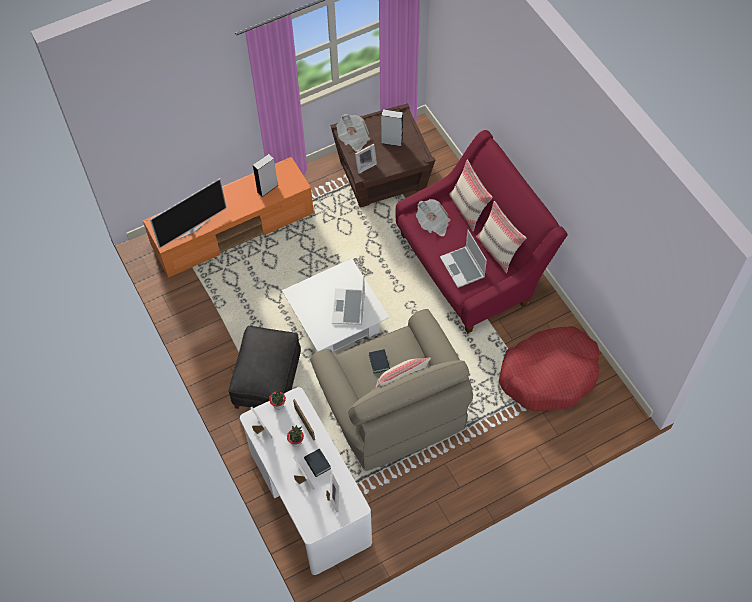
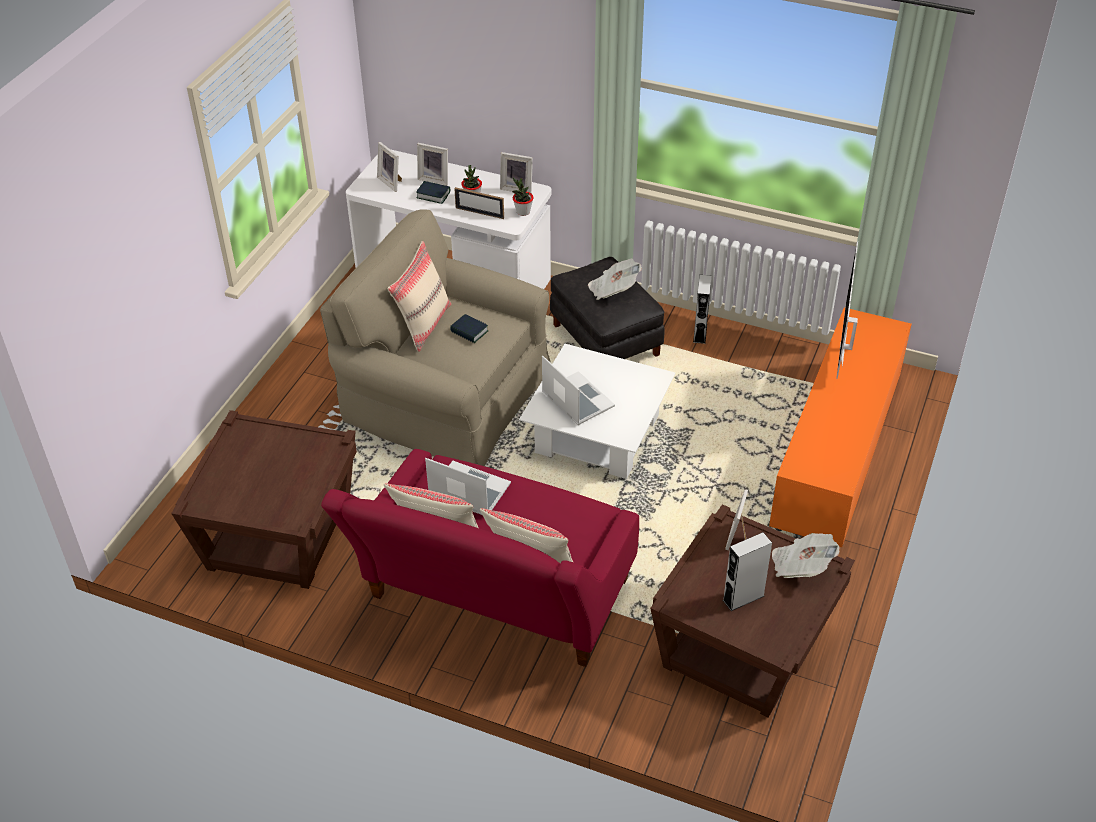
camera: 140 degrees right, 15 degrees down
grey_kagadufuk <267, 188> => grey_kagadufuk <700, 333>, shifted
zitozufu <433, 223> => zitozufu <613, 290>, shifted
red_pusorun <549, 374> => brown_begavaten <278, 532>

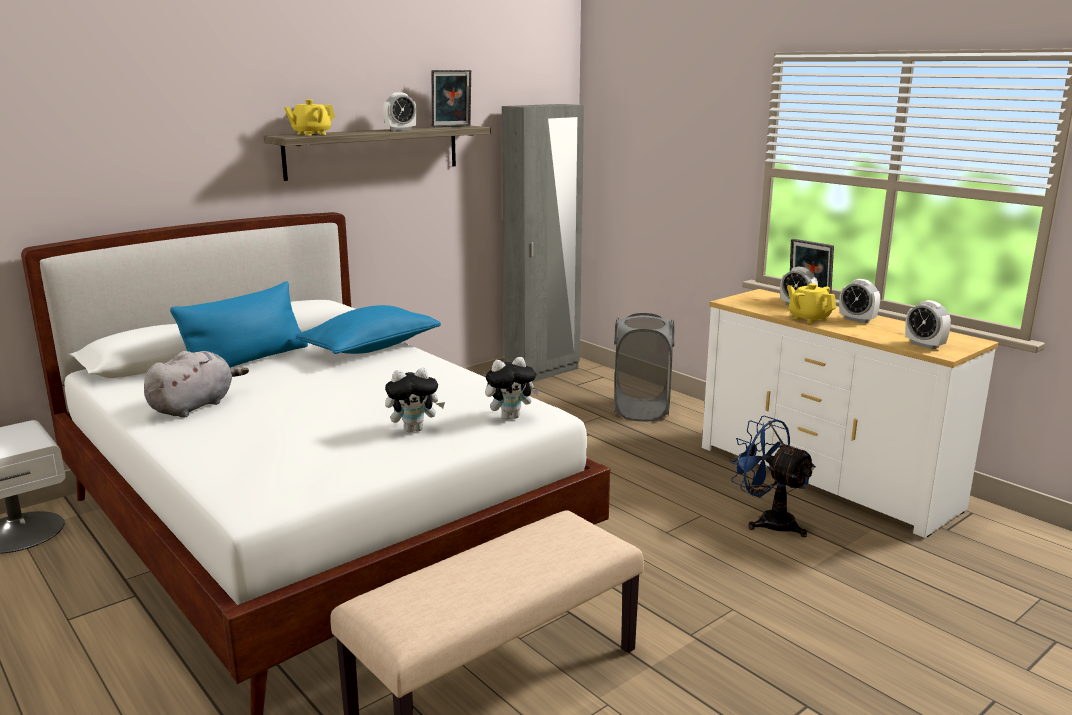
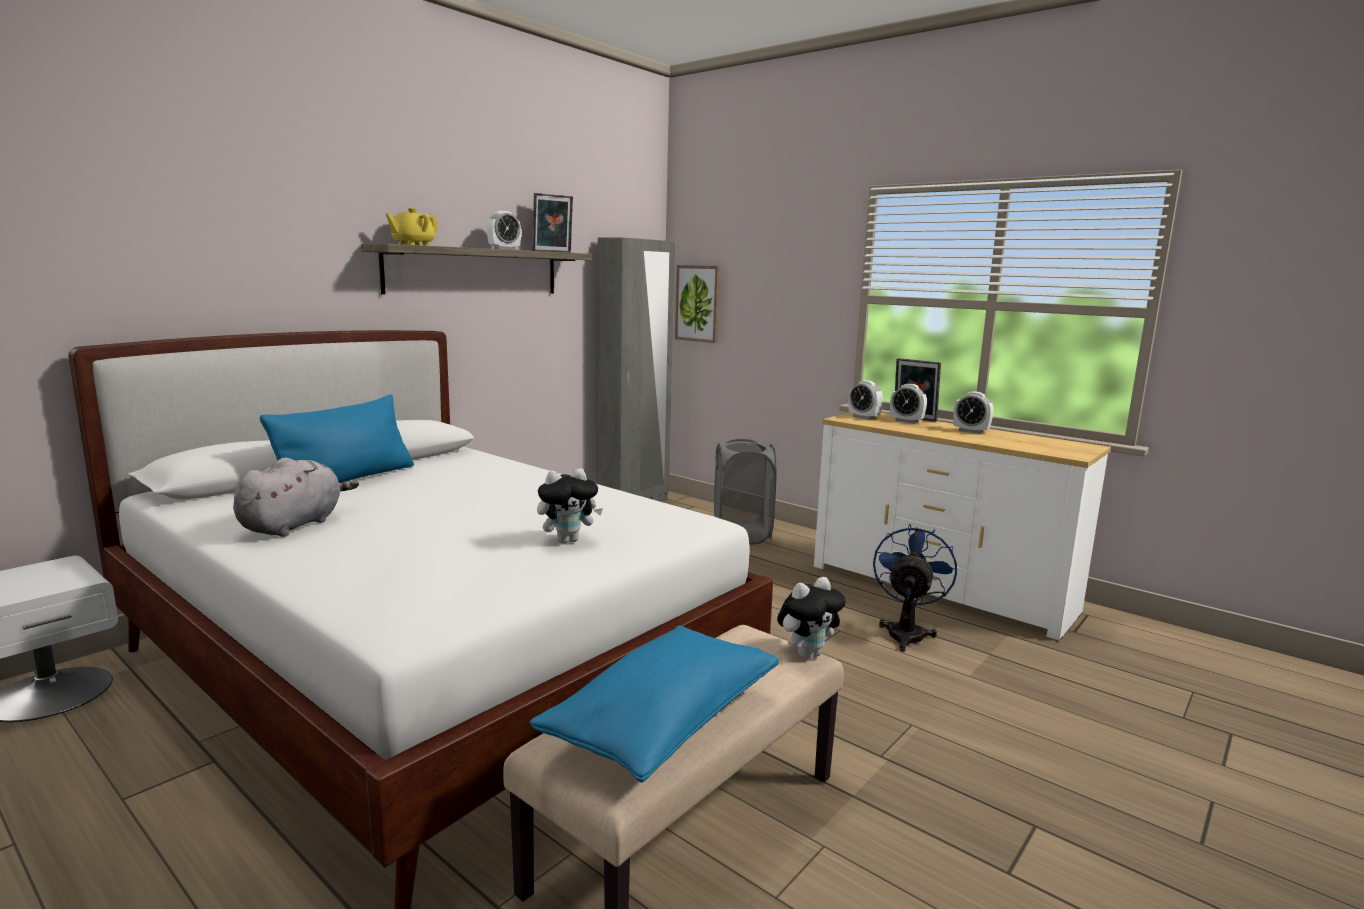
camera: 10 degrees left, 5 degrees down
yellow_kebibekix <809, 318> => nothing
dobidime <924, 345> => dobidime <863, 417>, shifted
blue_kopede <371, 348> => blue_kopede <663, 723>, shifted
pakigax <510, 417> => pakigax <807, 654>, shifted
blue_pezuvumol <768, 521> => blue_pezuvumol <906, 632>, 75 degrees clockwise
nothing => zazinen <698, 303>

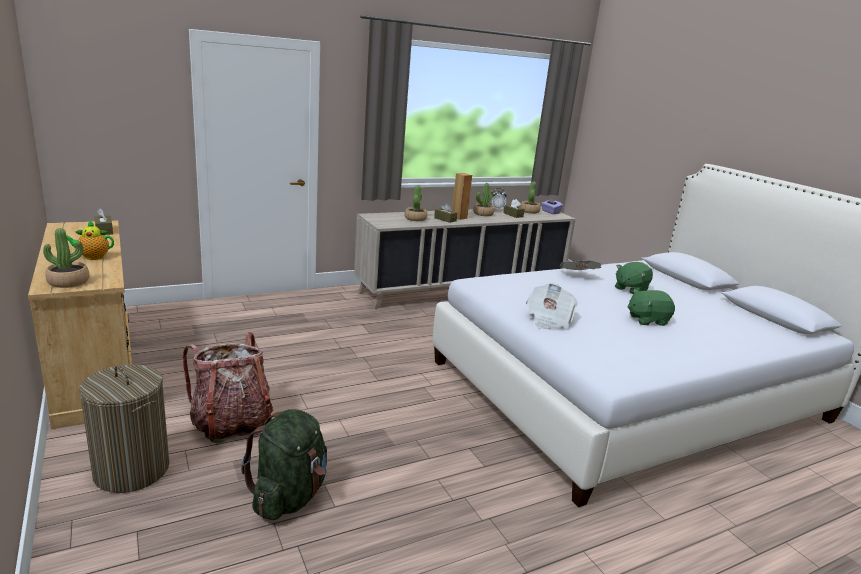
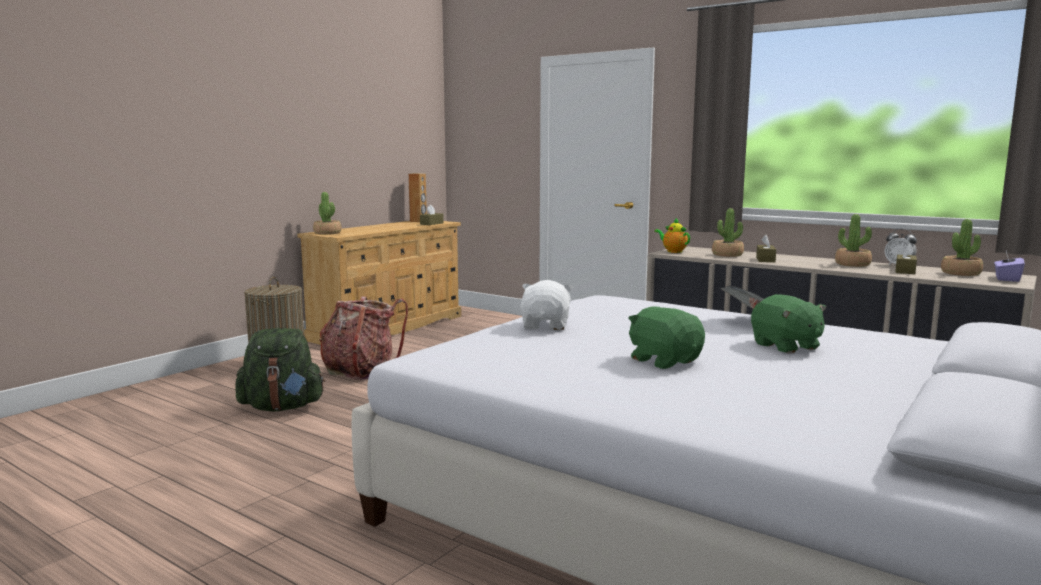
camera: 65 degrees right, 10 degrees down
brown_kagadufuk <459, 217> => brown_kagadufuk <418, 221>, shifted
kebibekix <92, 257> => kebibekix <673, 251>, shifted
green_pakigax <630, 289> => green_pakigax <785, 346>, 135 degrees counterclockwise
zitozufu <548, 320> => white_pakigax <546, 325>

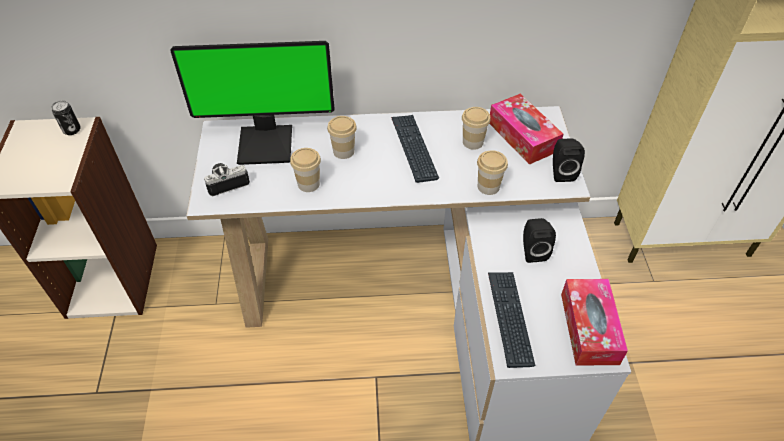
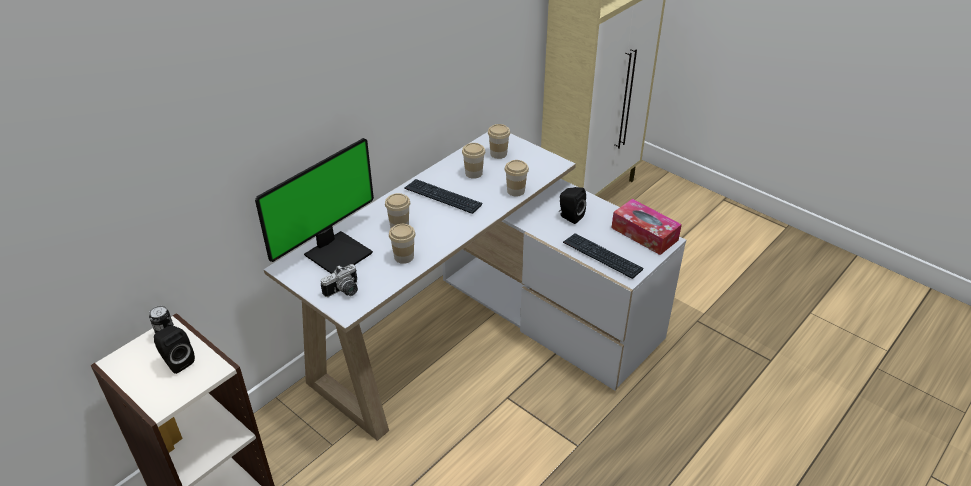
camera: 45 degrees left, 10 degrees down
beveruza <522, 136> => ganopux <498, 154>
black_kagadufuk <561, 172> => black_kagadufuk <177, 361>, shifted
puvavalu <227, 182> => puvavalu <344, 291>, 150 degrees counterclockwise

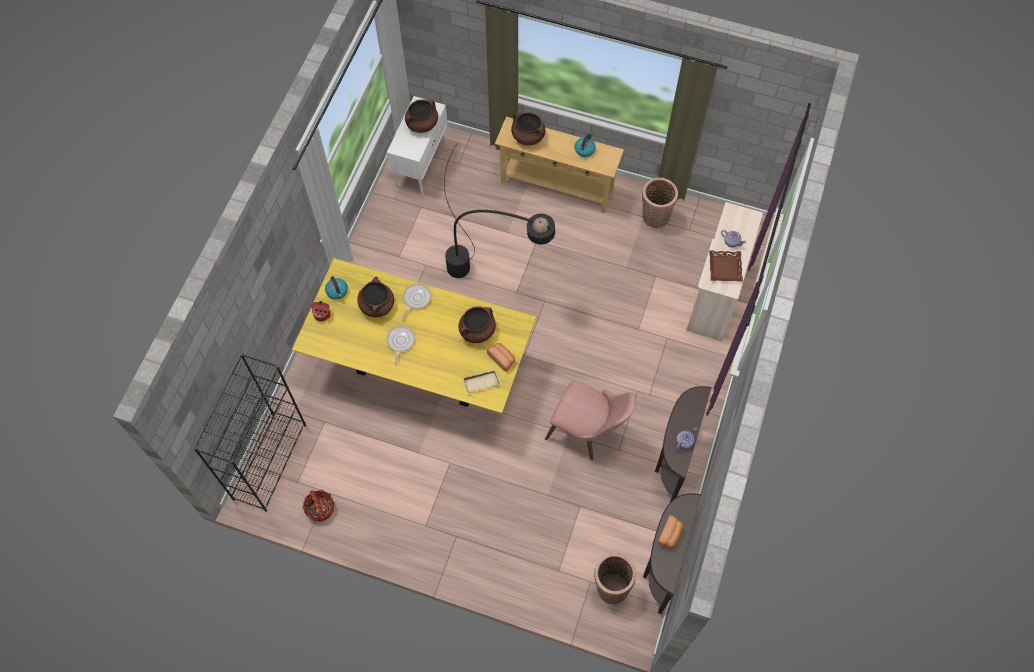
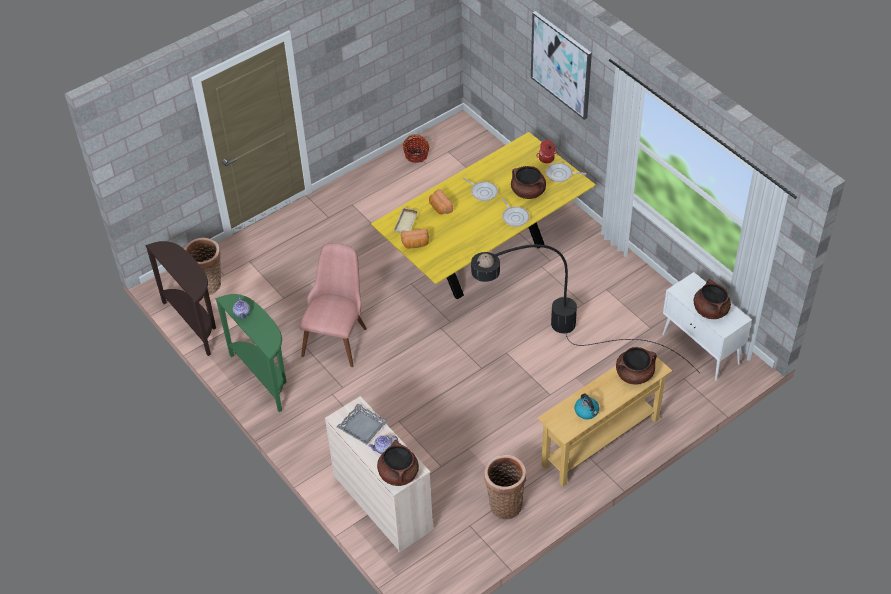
camera: 125 degrees right, 15 degrees down
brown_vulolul <724, 268> => grey_vulolul <362, 426>
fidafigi <337, 291> => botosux <560, 174>
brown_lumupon <477, 331> => brown_lumupon <398, 474>, shifted
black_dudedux <269, 461> => nothing
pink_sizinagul <588, 431> => pink_sizinagul <337, 335>, 135 degrees clockwise
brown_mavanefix <672, 459> => green_mavanefix <264, 377>
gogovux <670, 535> => gogovux <440, 208>, shifted
nothing => zazinen <561, 64>

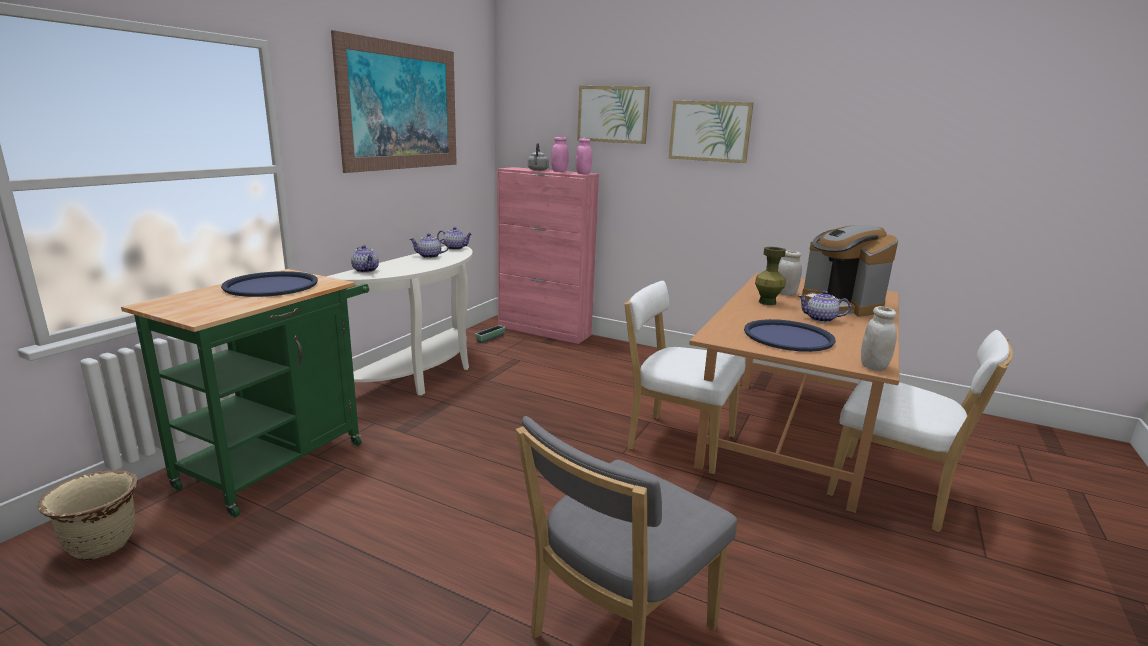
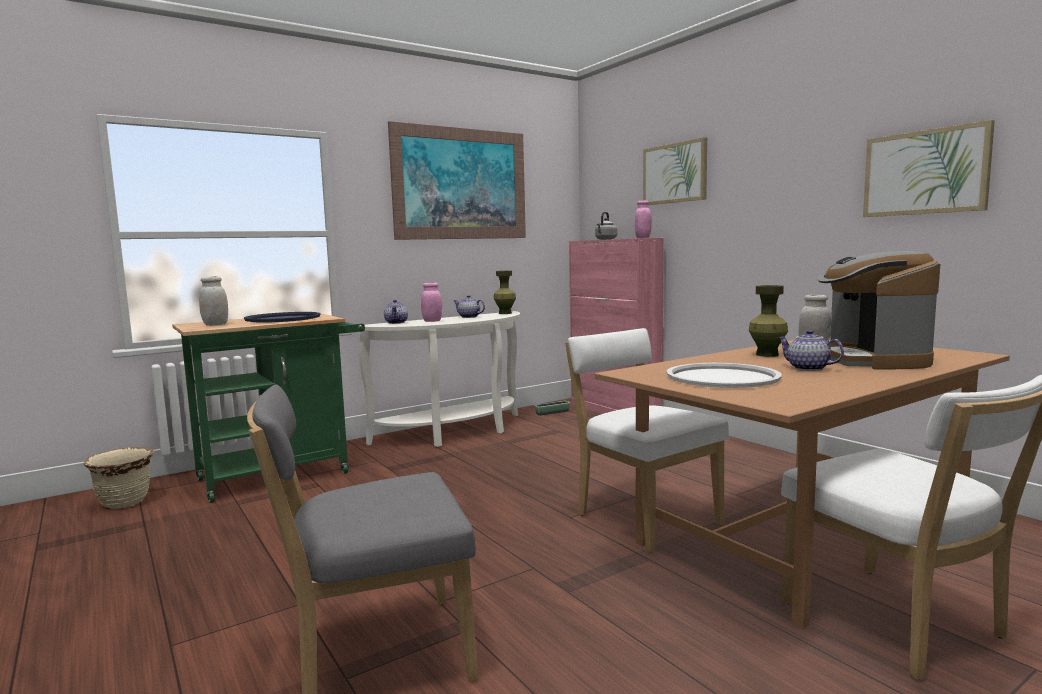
camera: 30 degrees right, 10 degrees down
zazinen <710, 131> => zazinen <925, 172>, shifted
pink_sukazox <559, 171> => pink_sukazox <432, 321>, shifted
kebibekix <455, 248> => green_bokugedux <505, 313>
white_sukazox <873, 367> => white_sukazox <215, 325>, shifted
blue_vulolul <788, 337> => white_vulolul <722, 377>

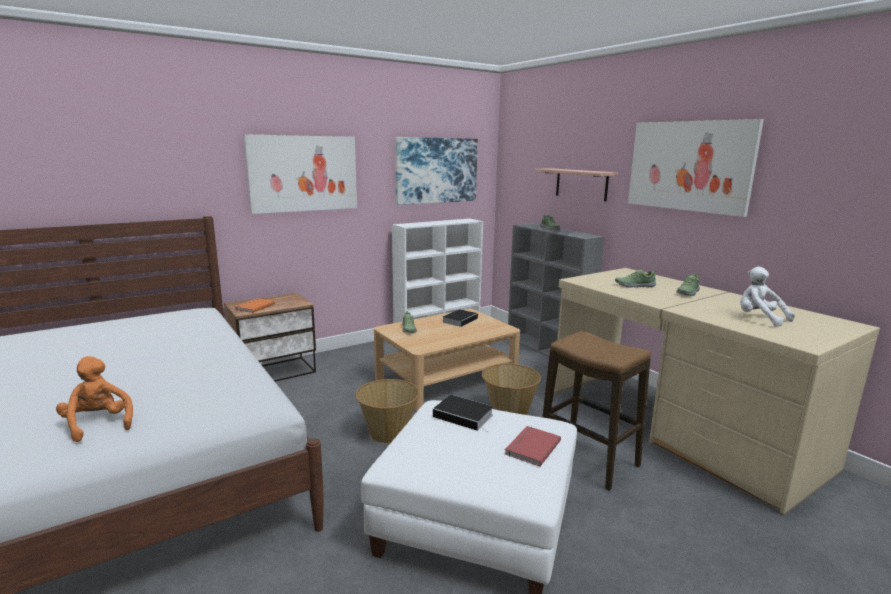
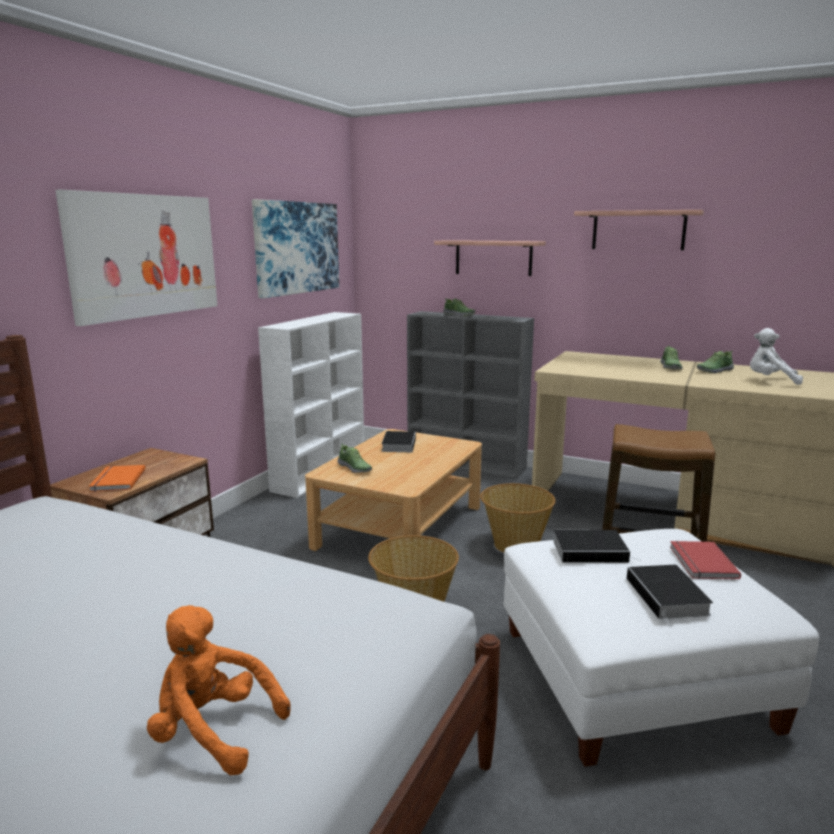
camera: 30 degrees left, 0 degrees up
zazinen <689, 166> => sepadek <638, 230>
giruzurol <634, 285> => giruzurol <714, 371>, shifted
nothing => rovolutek <668, 597>

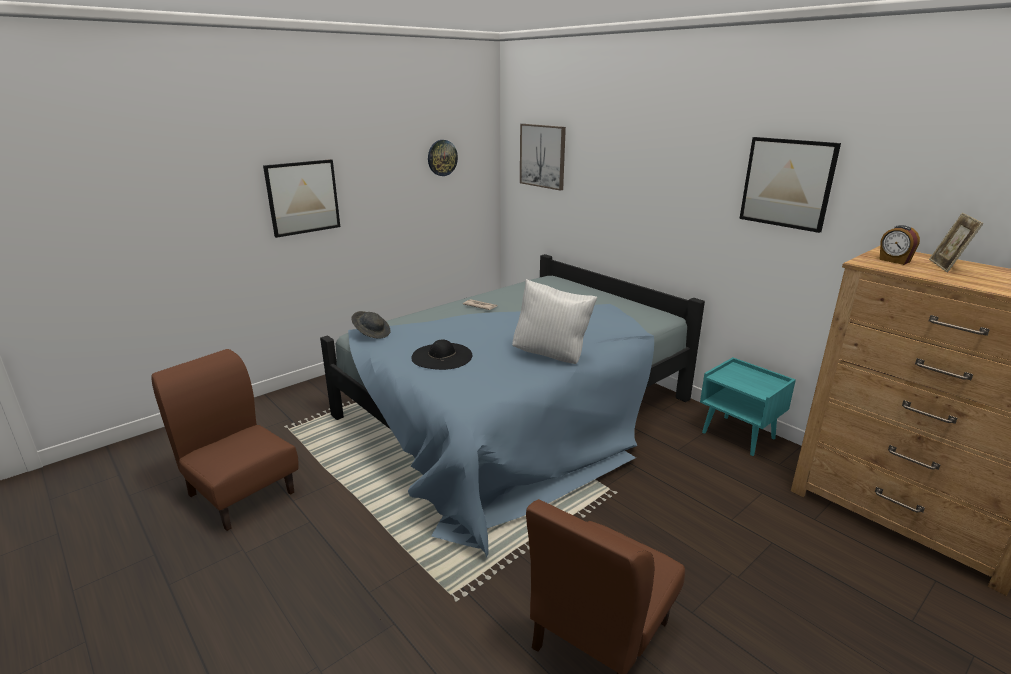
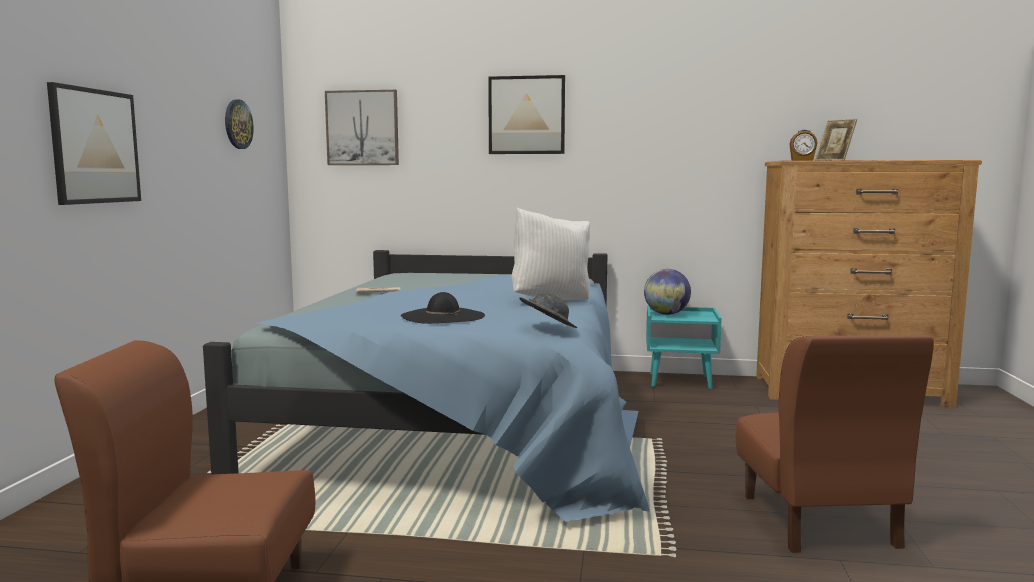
camera: 40 degrees left, 15 degrees down
zazinen <787, 183> => zazinen <526, 115>, shifted
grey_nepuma <372, 333> => grey_nepuma <547, 329>, shifted
nothing => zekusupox <666, 314>

